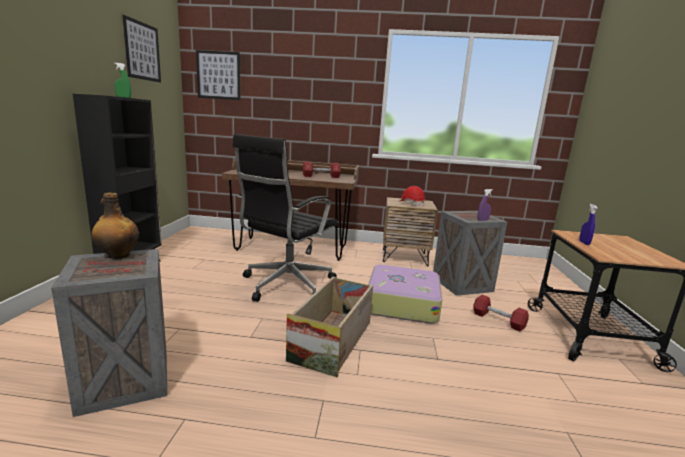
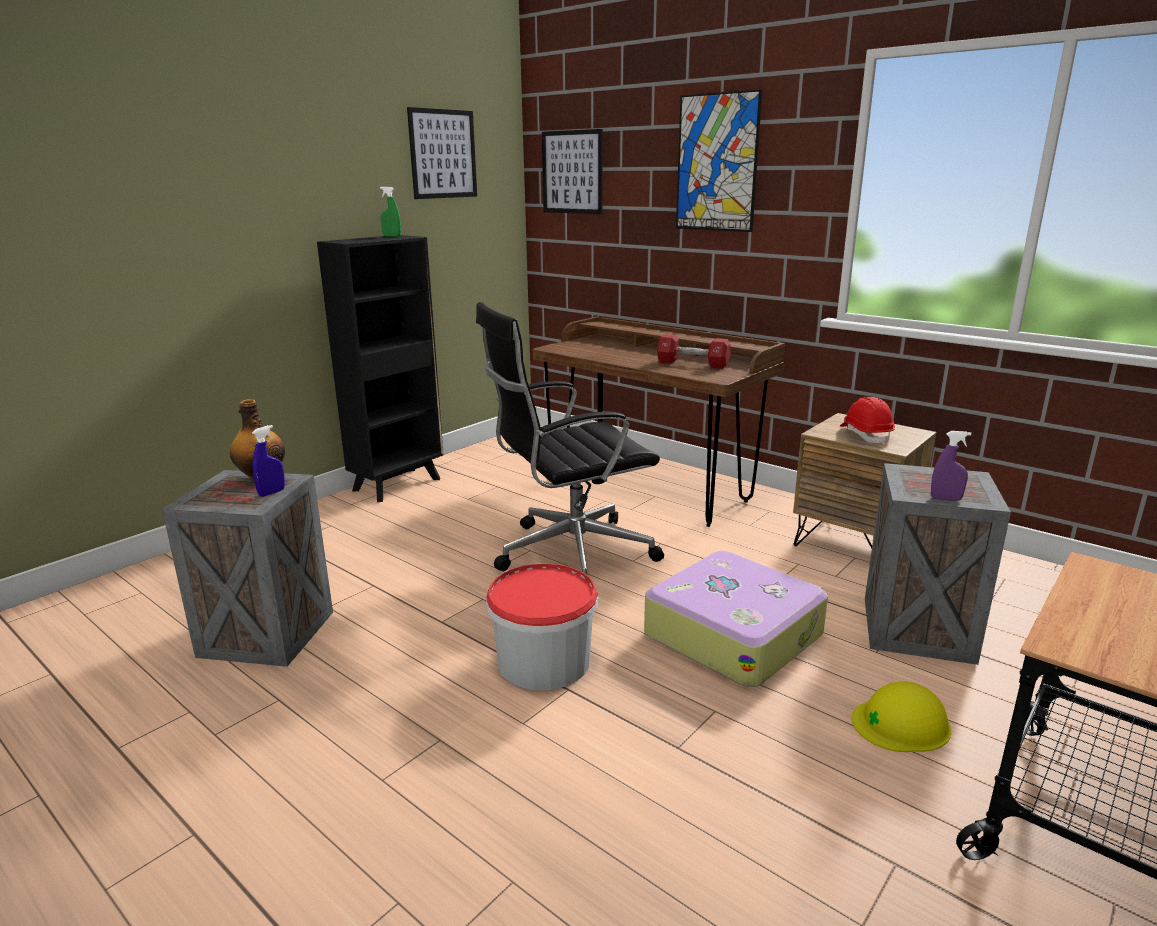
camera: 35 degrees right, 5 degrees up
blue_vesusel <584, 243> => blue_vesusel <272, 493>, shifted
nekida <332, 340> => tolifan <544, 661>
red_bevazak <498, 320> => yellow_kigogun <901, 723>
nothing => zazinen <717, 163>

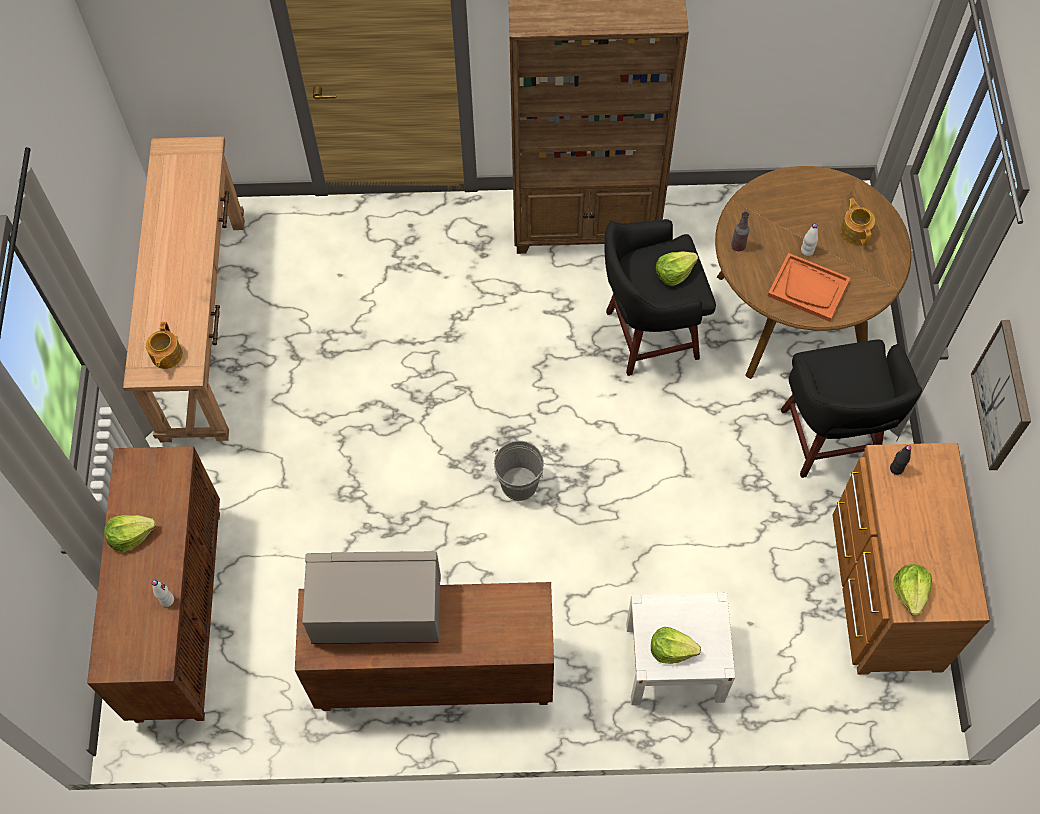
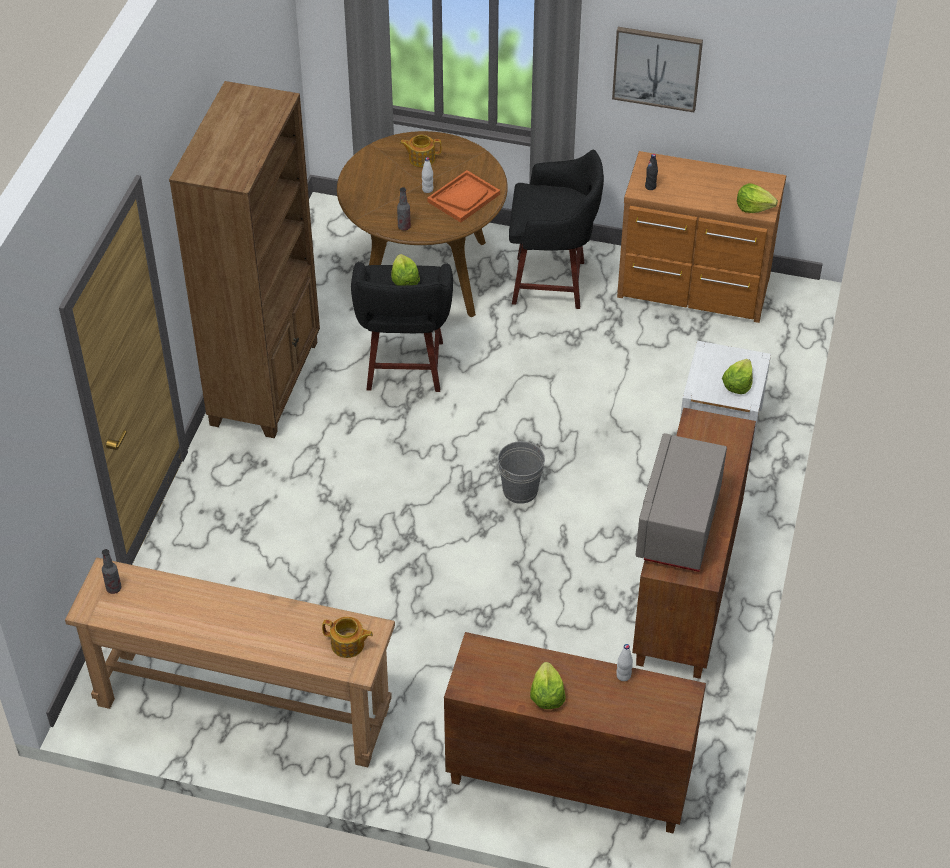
camera: 75 degrees left, 15 degrees down
nothing => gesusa <114, 588>

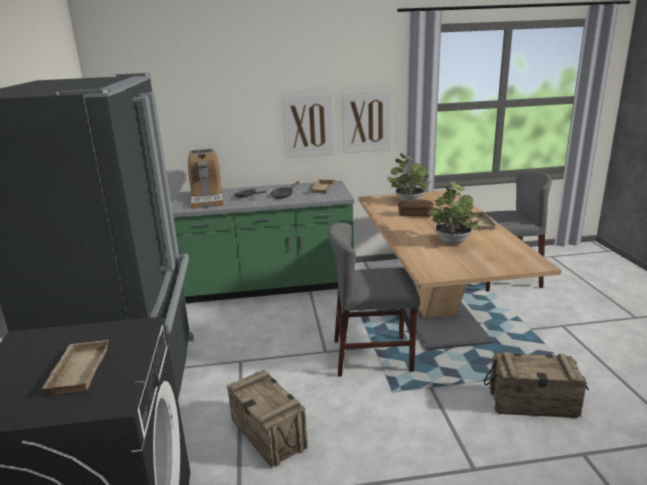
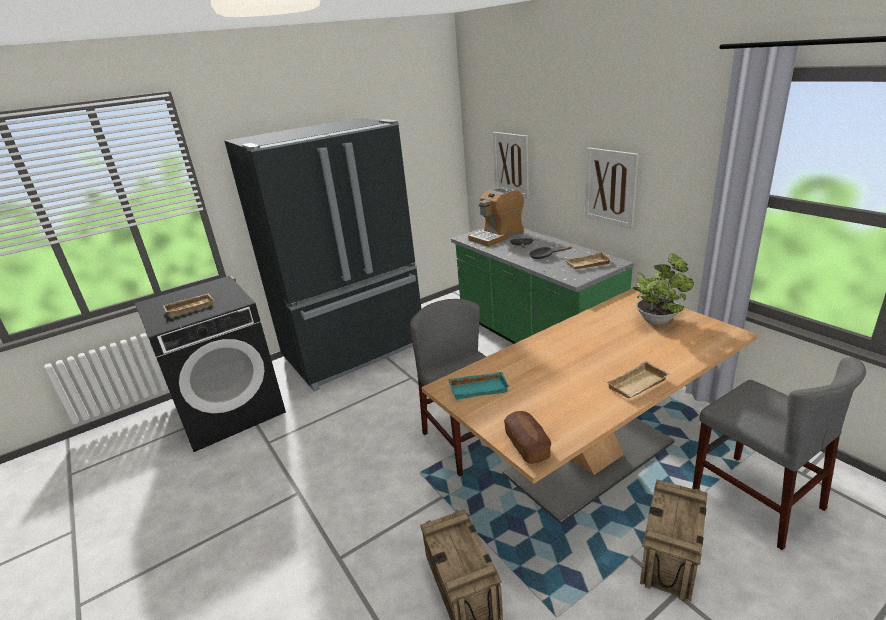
camera: 65 degrees right, 5 degrees up
zazinen <366, 121> => zazinen <511, 164>, shifted
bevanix <452, 240> => nothing
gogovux <415, 215> => gogovux <527, 445>, shifted
nekida <268, 434> => nekida <671, 555>, shifted
nothing => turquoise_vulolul <479, 388>

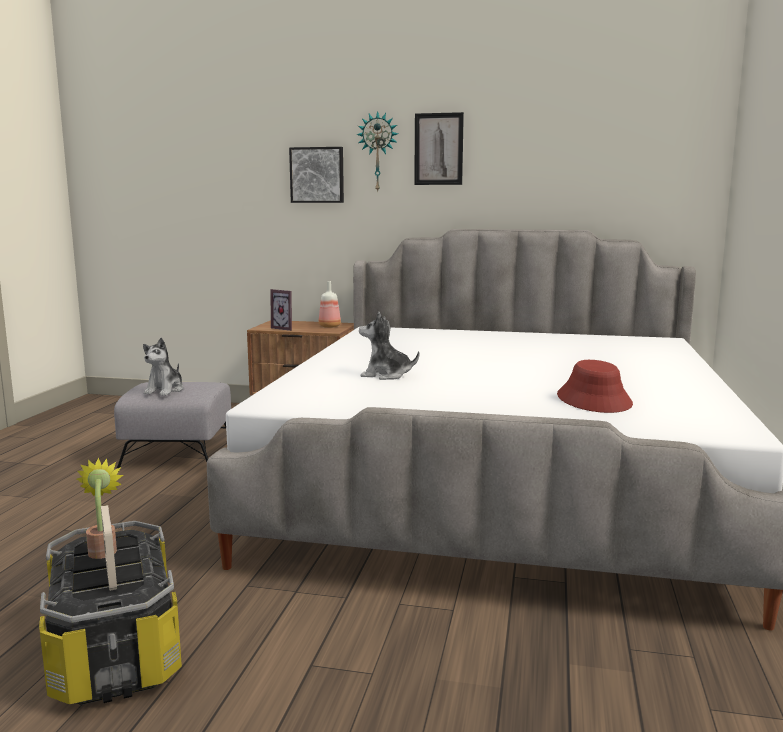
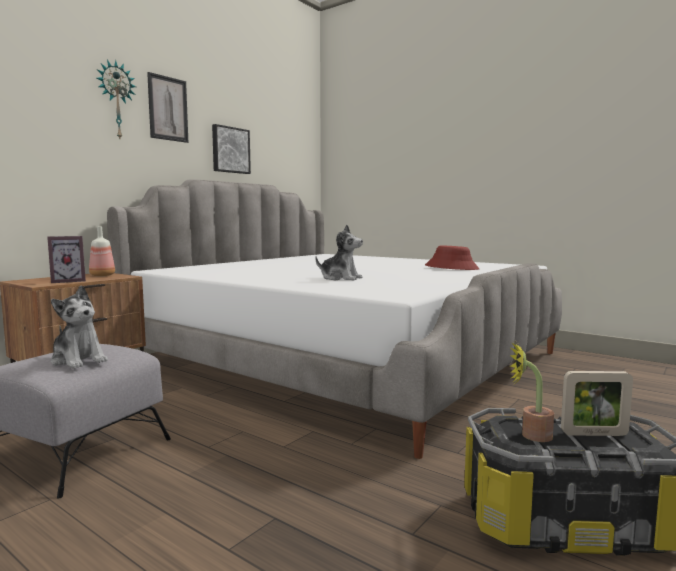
camera: 65 degrees left, 5 degrees down
zazinen <317, 175> => zazinen <230, 150>, shifted
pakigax <386, 375> => pakigax <340, 278>, 105 degrees counterclockwise

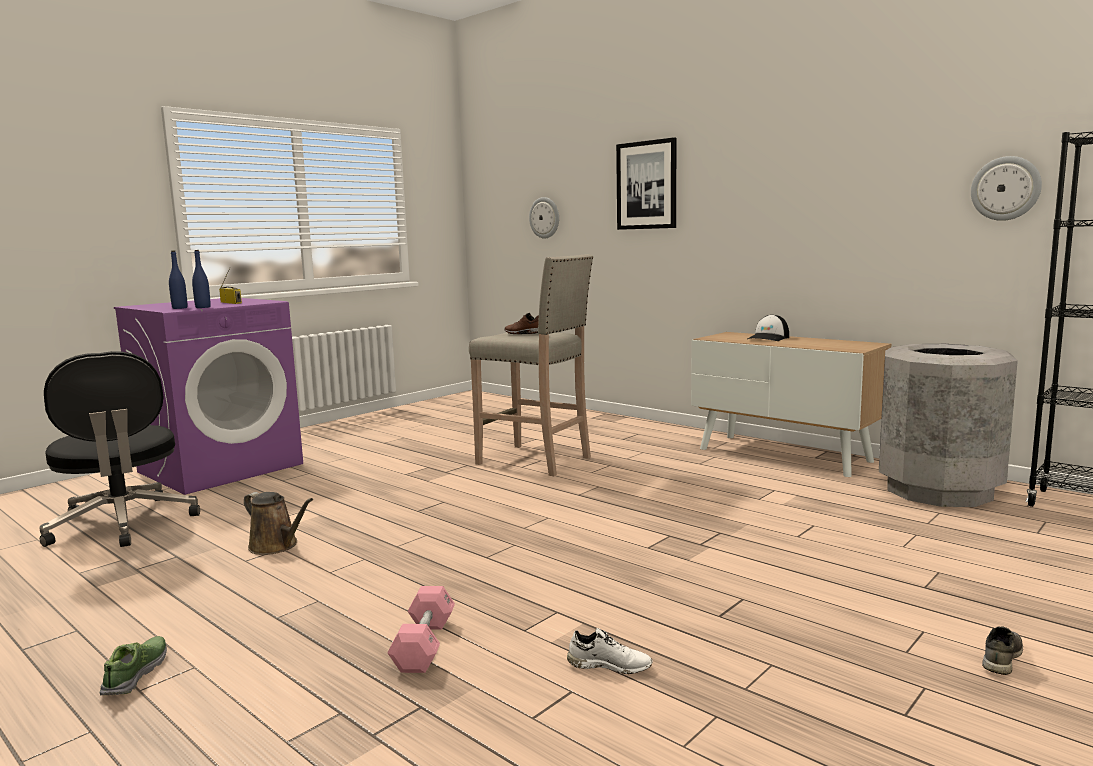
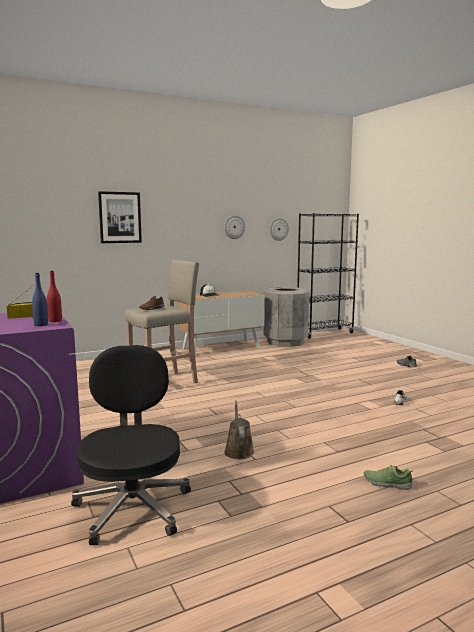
camera: 70 degrees left, 0 degrees up
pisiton <545, 217> => pisiton <234, 227>, shifted
blue_gesusa <203, 307> => red_gesusa <55, 321>
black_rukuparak <123, 524> => black_rukuparak <133, 507>, 90 degrees counterclockwise
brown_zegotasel <276, 546> => brown_zegotasel <238, 450>, 60 degrees counterclockwise
pink_bevazak <424, 645> => nothing

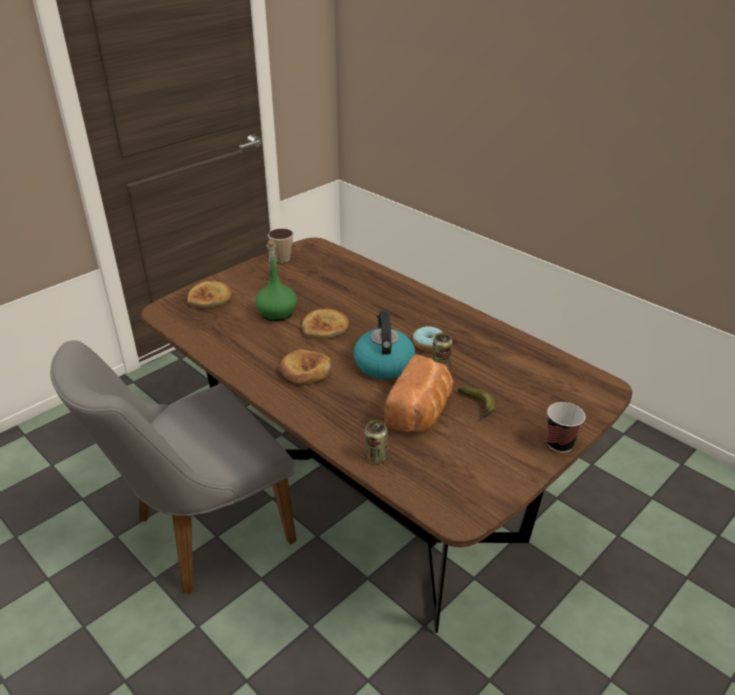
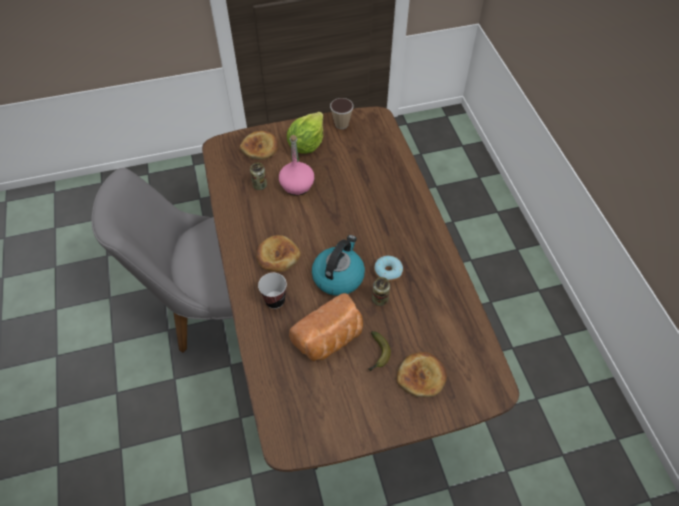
camera: 30 degrees right, 20 degrees up
green_gesusa <277, 313> => pink_gesusa <297, 185>
gogovux <325, 327> => gogovux <421, 376>, shifted
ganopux <559, 444> => ganopux <275, 300>, shifted
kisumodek <375, 457> => kisumodek <259, 185>, shifted
nothing => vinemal <306, 144>

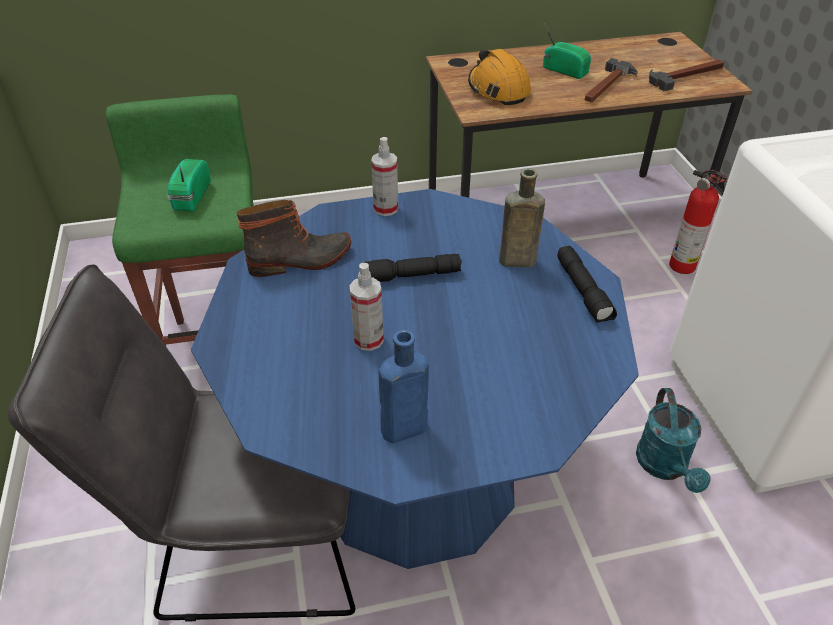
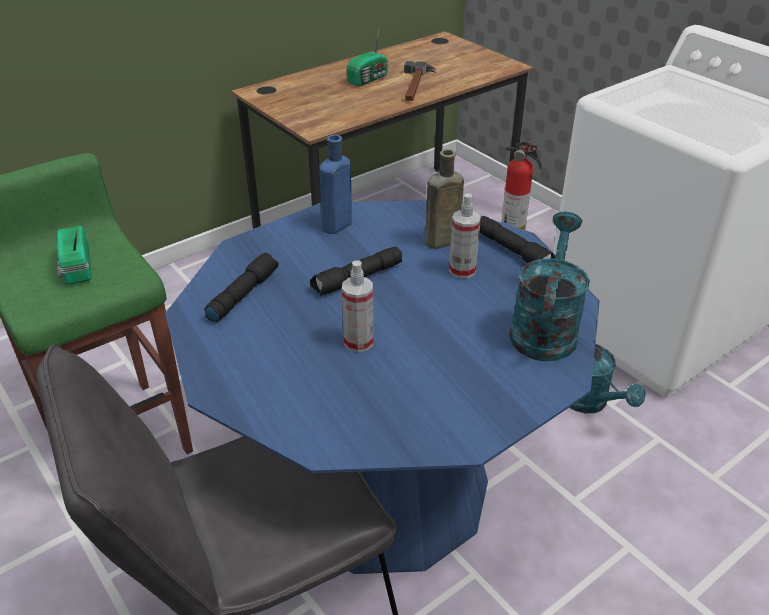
camera: 25 degrees left, 5 degrees down
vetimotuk <564, 70> => vetimotuk <369, 79>, 120 degrees clockwise
orange_kigogun <498, 89> => nothing
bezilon <686, 76> => nothing
vesusel <386, 208> => vesusel <462, 270>, shifted
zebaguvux <301, 261> => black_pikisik <242, 294>
blue_gesusa <401, 430> => blue_gesusa <335, 226>, shifted
nothing => turquoise_zegotasel <545, 328>

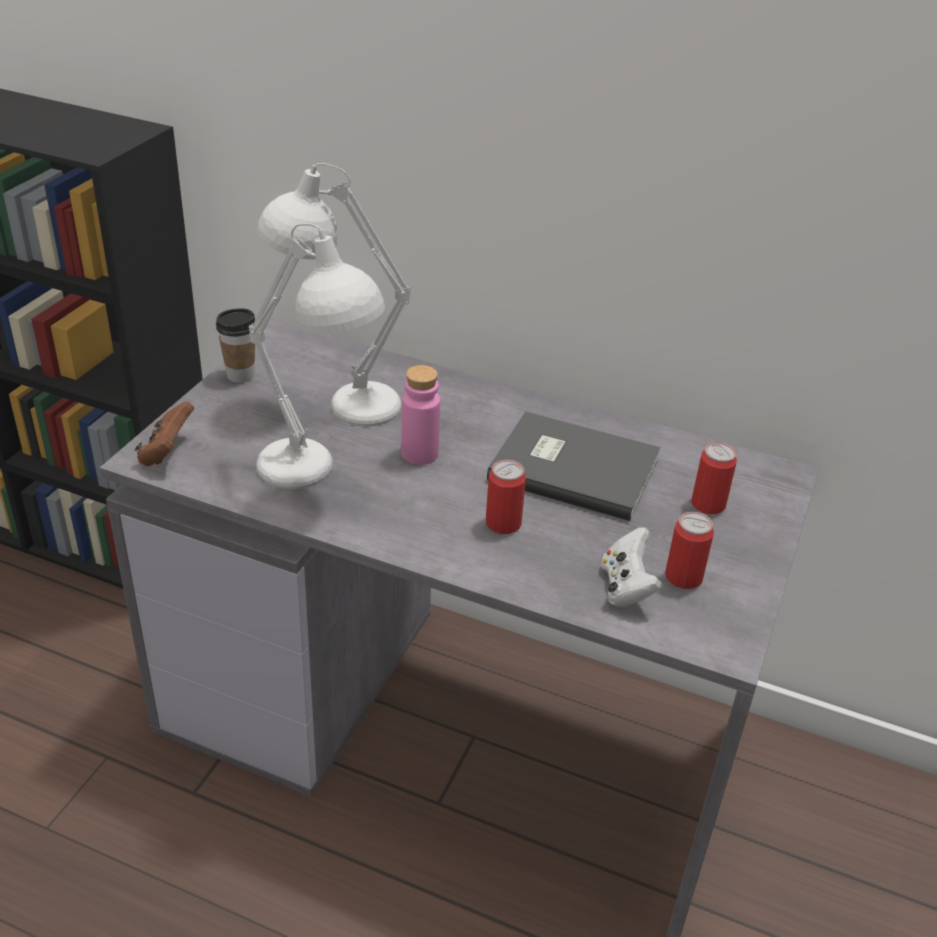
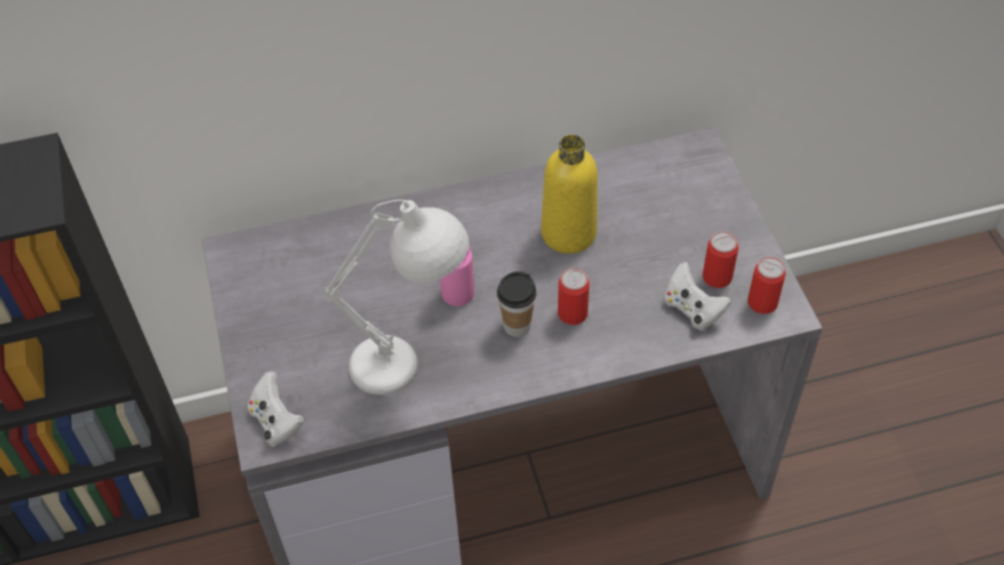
camera: 35 degrees left, 15 degrees up
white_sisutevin <336, 404> => nothing
ganopux <240, 375> => ganopux <517, 326>, shifted
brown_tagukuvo <166, 453> => white_tagukuvo <276, 422>
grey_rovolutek <572, 467> => yellow_gesusa <568, 233>
kisumodek <708, 504> => kisumodek <762, 302>, shifted

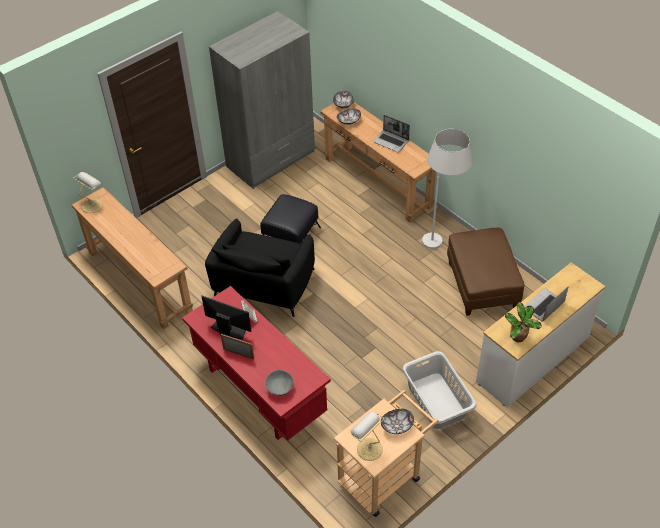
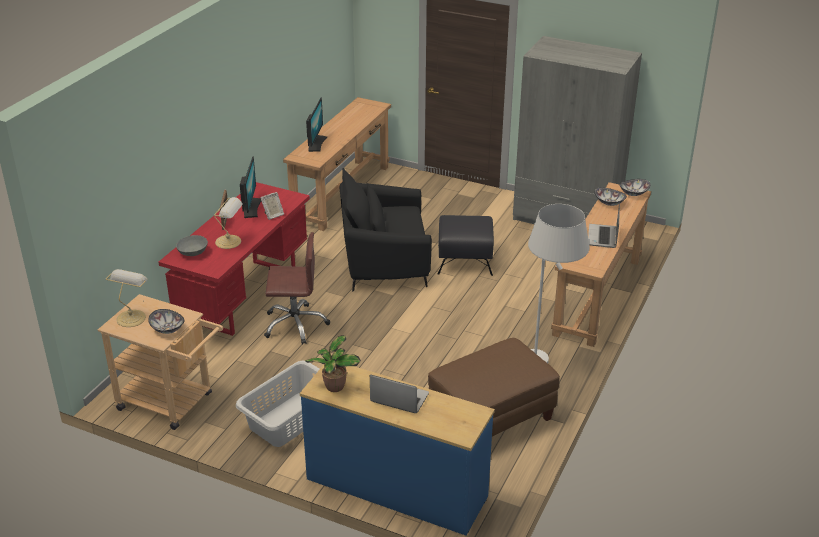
camera: 65 degrees right, 15 degrees down
sisutevin <92, 205> => sisutevin <229, 242>, shifted
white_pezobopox <533, 360> => blue_pezobopox <396, 488>
nothing => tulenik <316, 144>
nothing => brown_rukuparak <295, 324>

